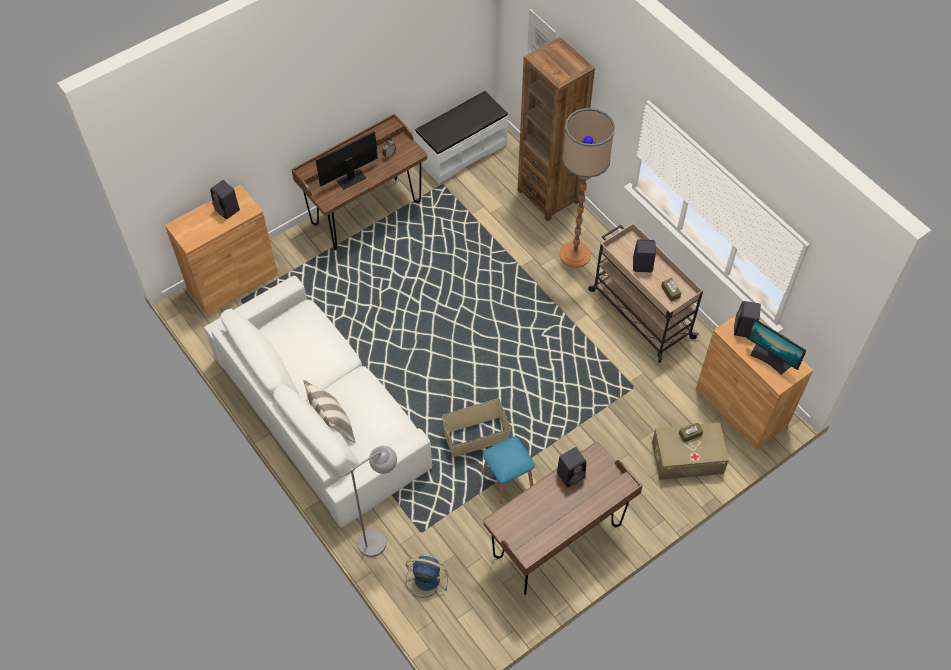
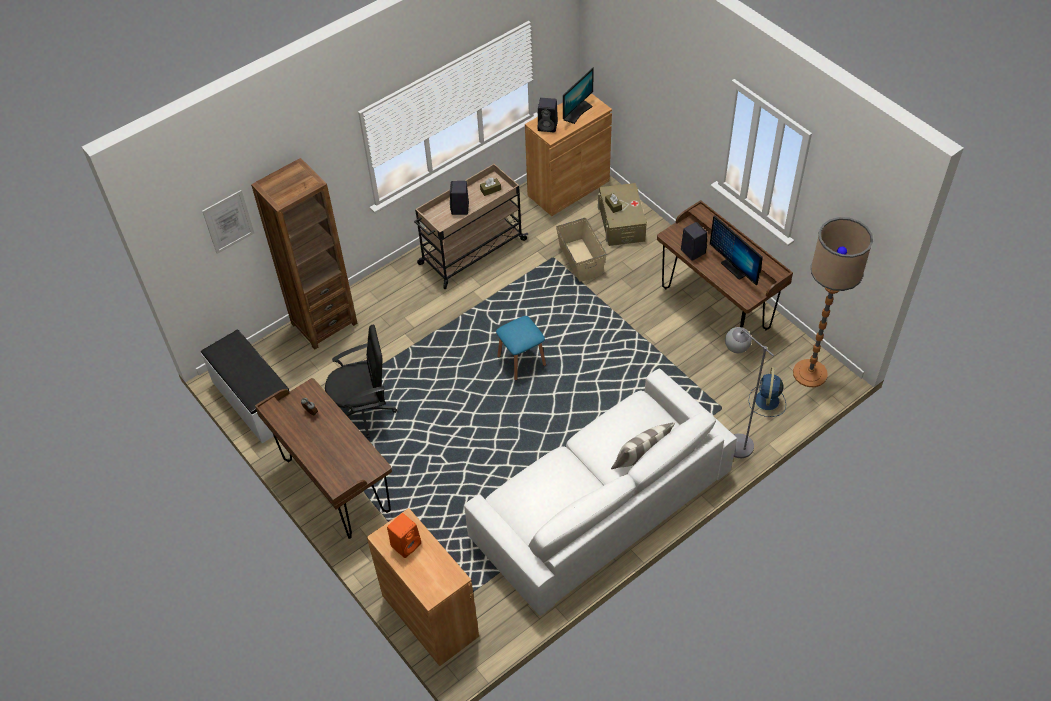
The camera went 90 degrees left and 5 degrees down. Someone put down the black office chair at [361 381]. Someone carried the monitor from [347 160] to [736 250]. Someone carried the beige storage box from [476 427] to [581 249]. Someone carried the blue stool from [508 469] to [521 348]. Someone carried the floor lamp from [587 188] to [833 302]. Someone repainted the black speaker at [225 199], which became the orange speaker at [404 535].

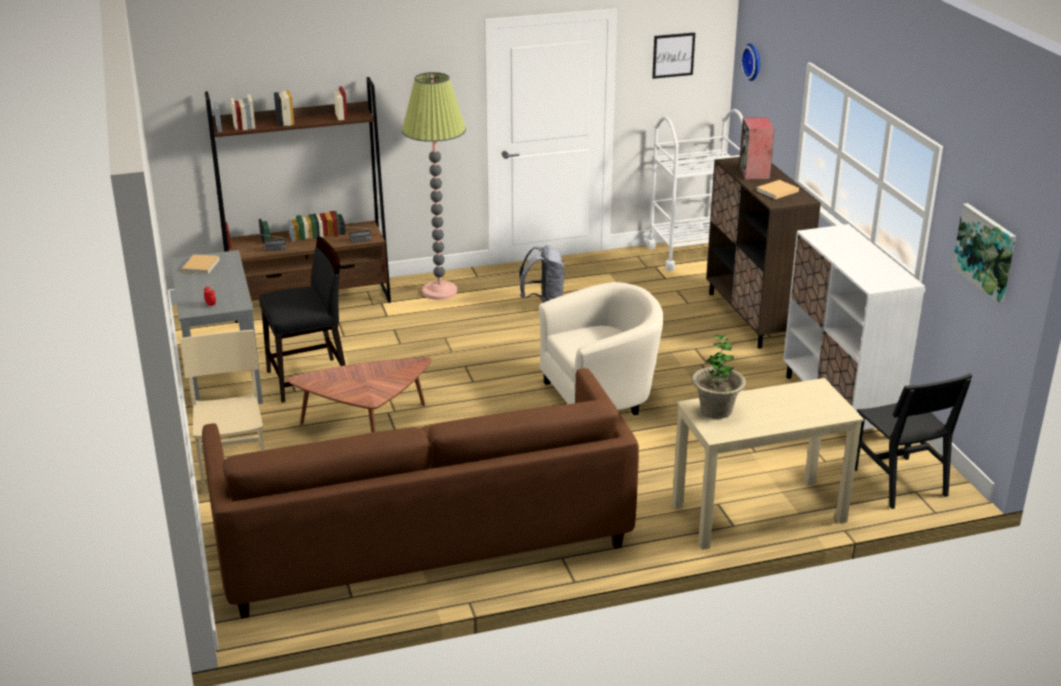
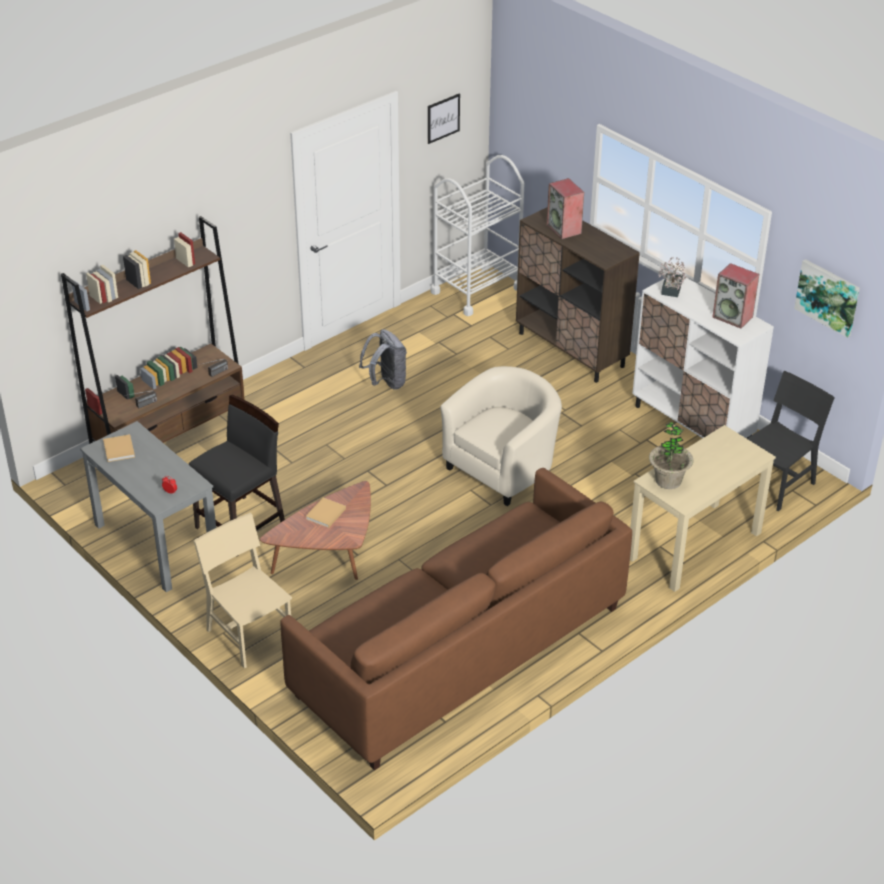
The camera went 25 degrees left and 10 degrees up. Someone took away the floor lamp at [434 186]. Someone took away the wall clock at [750 62]. Someone put down the potted plant at [673 277]. Someone put down the speaker at [735 295]. Someone carried the beige book from [777 189] to [326 512]. Someone rotated the black chair at [914 441] by 90 degrees counterclockwise.

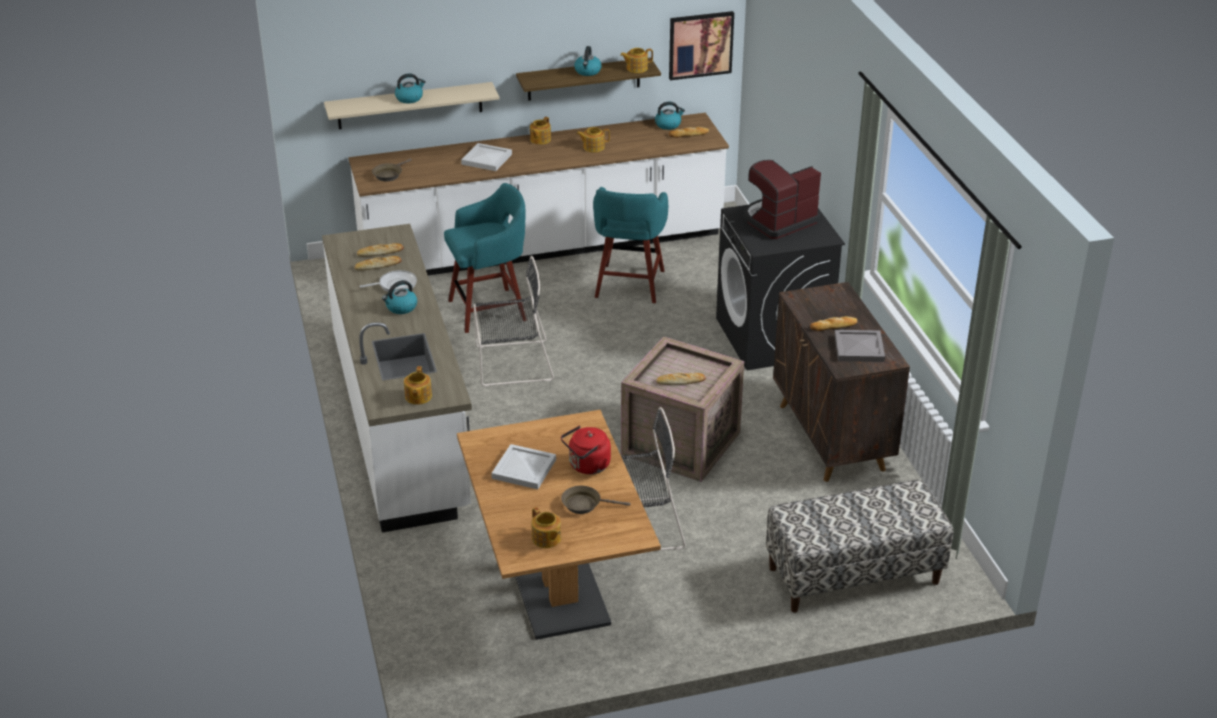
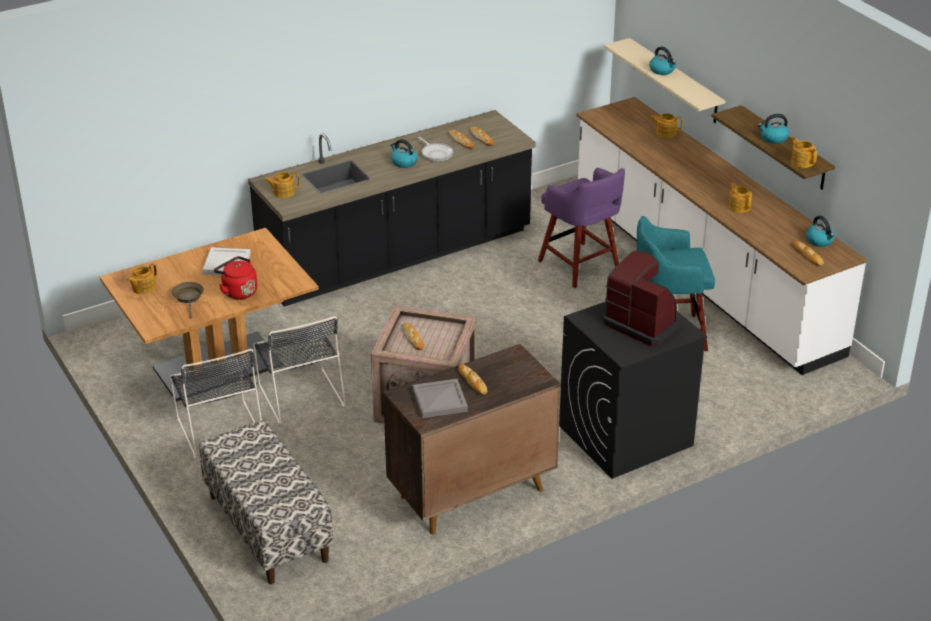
The camera went 75 degrees right and 0 degrees up. Someone took away the brown frying pan at [392 169]. Someone took away the white tray at [486 157]. Someone took away the picture at [701 45]. Someone carried the black chair from [514 321] to [216 404]. Someone carried the teapot from [540 131] to [666 125]. Someone repainted the white counter at [397 378], which became the black counter at [392 208]. Someone repainted the turquoise stool at [485 258], which became the purple stool at [581 228].

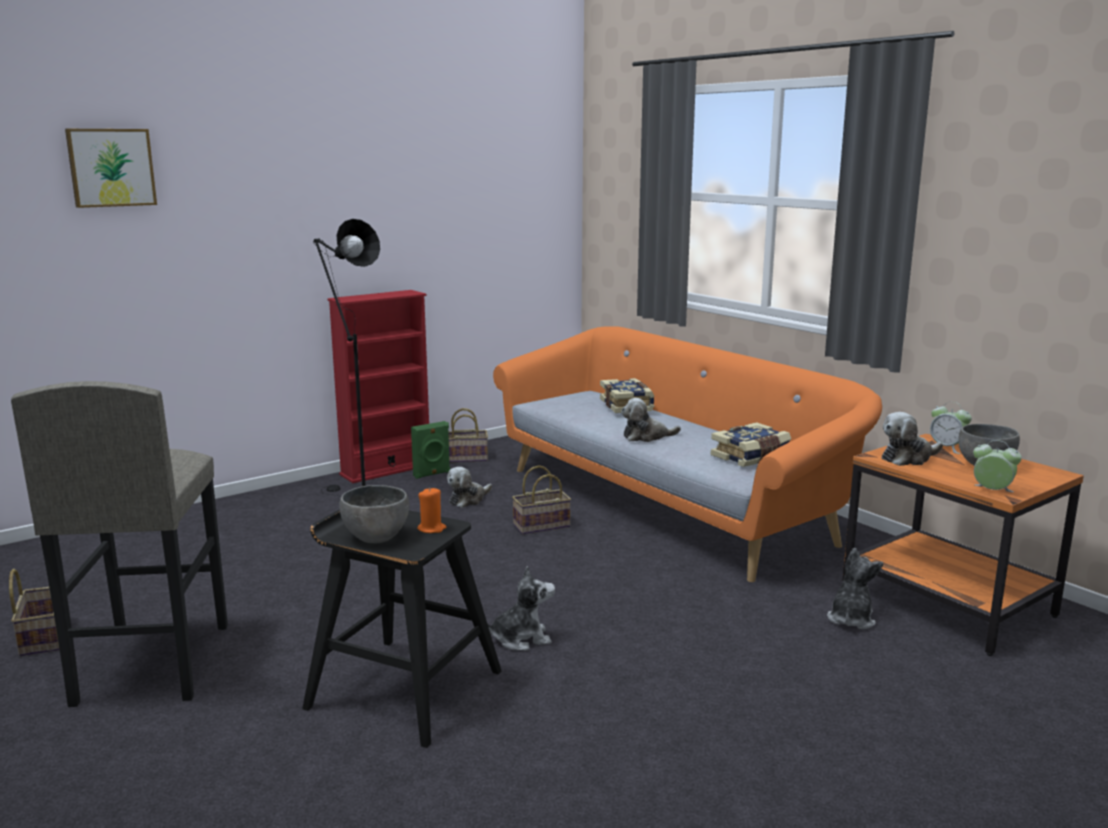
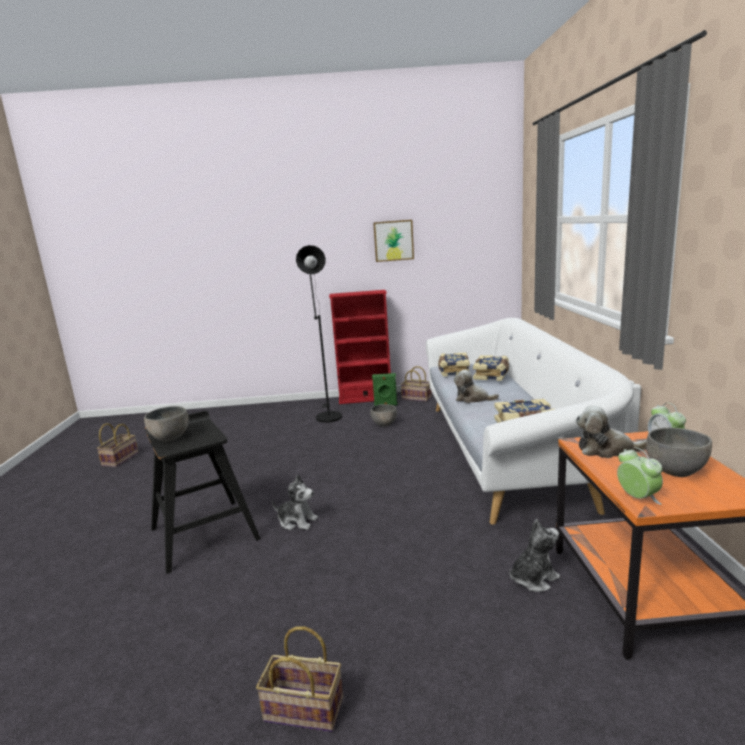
The camera went 35 degrees right and 0 degrees up. Someone took away the grey stool at [119 544]. Someone took away the orange candle at [431 510]. Someone put down the book at [454 365]. Someone carried the picture from [111 168] to [393 241]. Someone carried the basket from [541 500] to [299 679]. Someone swapped the plush toy at [469 487] for the grey bowl at [383 415]. Someone repainted the orange sofa at [687 454], which became the white sofa at [530 421].

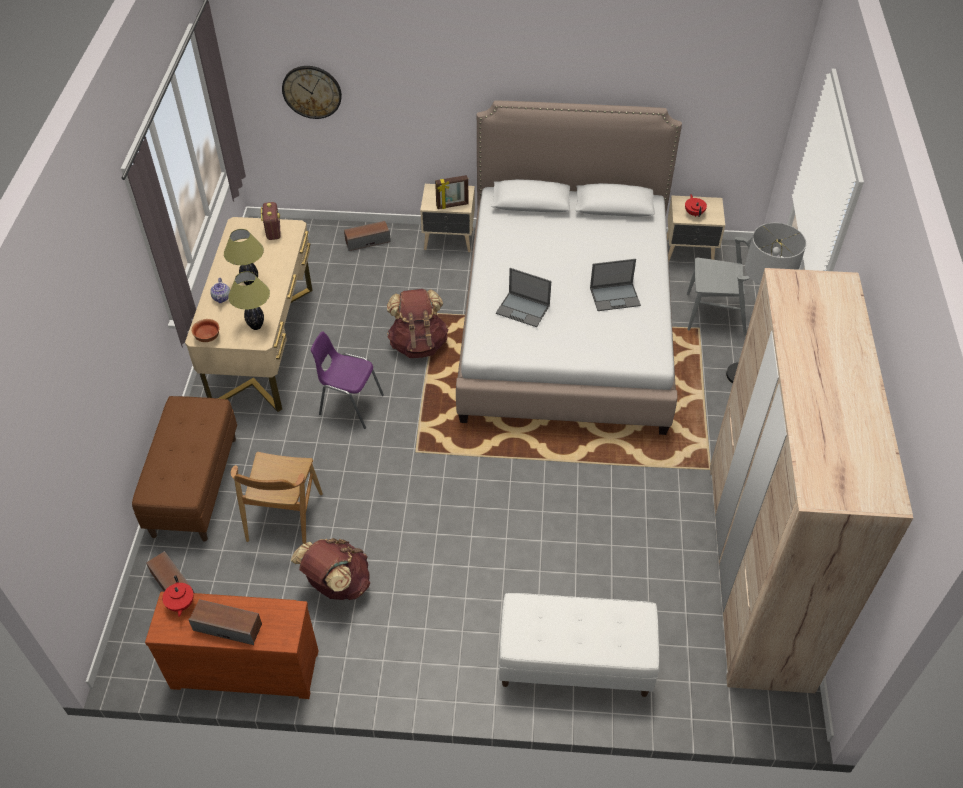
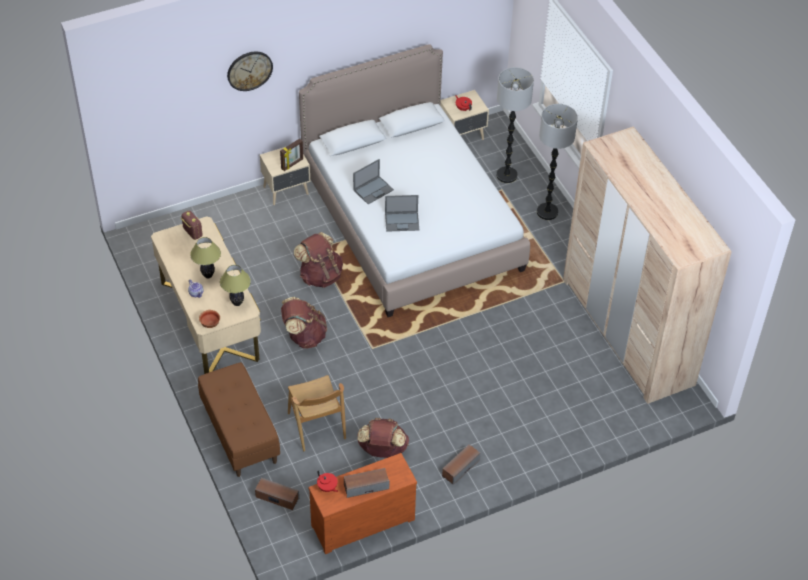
The camera went 30 degrees left and 0 degrees up. Someone took away the white bench at [579 645]. Someone carried the wall clock from [312 92] to [250 71]. Someone carried the speaker from [367 236] to [461 465]. Someone carried the laptop from [615 285] to [373 181]. Someone swapped the purple chair at [347 380] for the brown backpack at [304 322]. Someone swapped the grey chair at [719 286] for the floor lamp at [515 125].

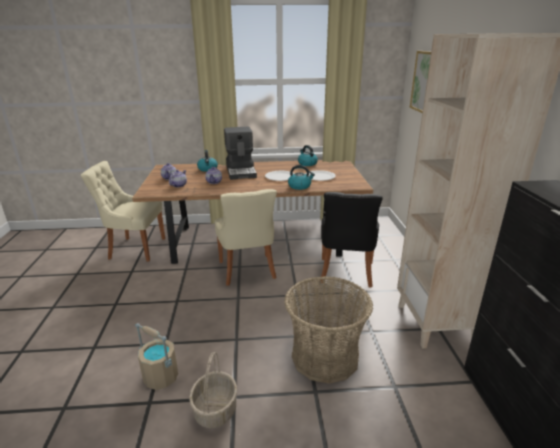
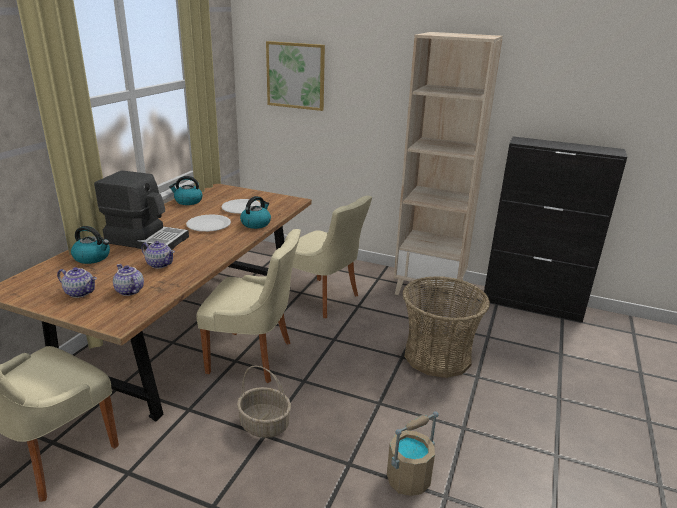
The camera went 65 degrees left and 0 degrees up. Someone carried the basket from [213 390] to [264 401]. Someone repainted the black chair at [351 240], which became the beige chair at [332 257].

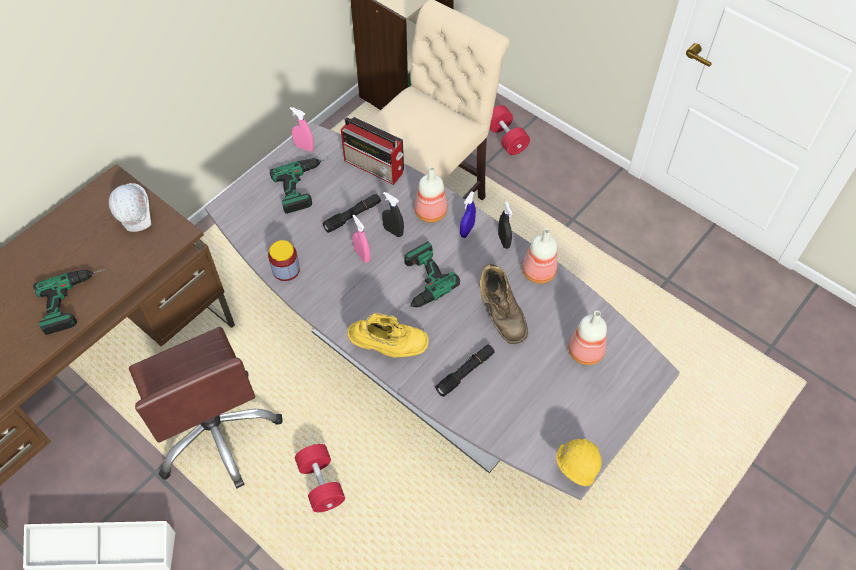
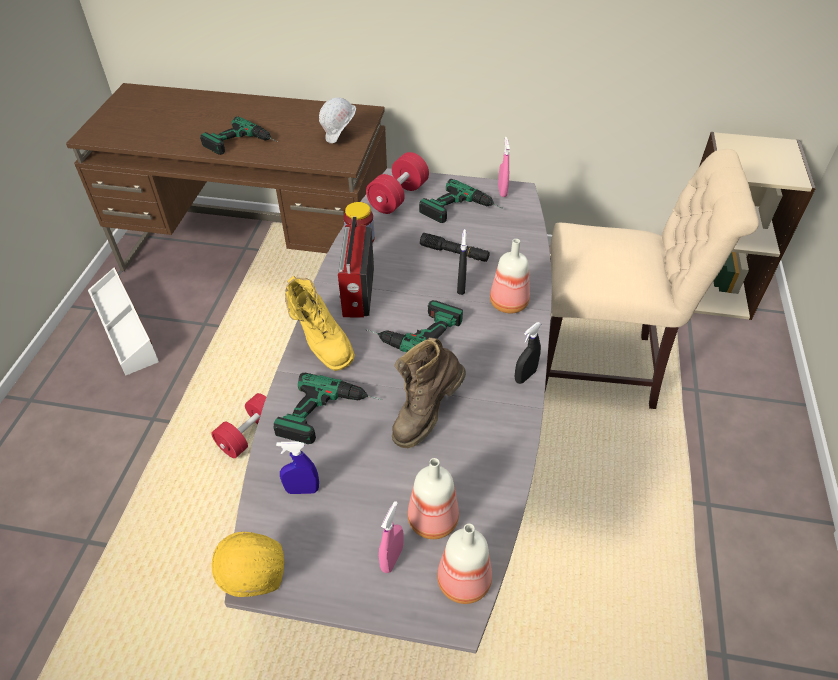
The camera went 60 degrees right and 10 degrees down. Someone took away the brown office chair at [206 407]. Someone carried the radio from [372 151] to [356 267]. Someone carried the pink spray bottle from [361 239] to [391 537]. Someone carried the blue spray bottle from [468 214] to [297 468]. Someone carried the red dumbbell from [510 130] to [397 183]. Someone carried the bottle from [539 256] to [464 564]. Someone swapped the black flashlight at [465 371] for the power drill at [328 408].

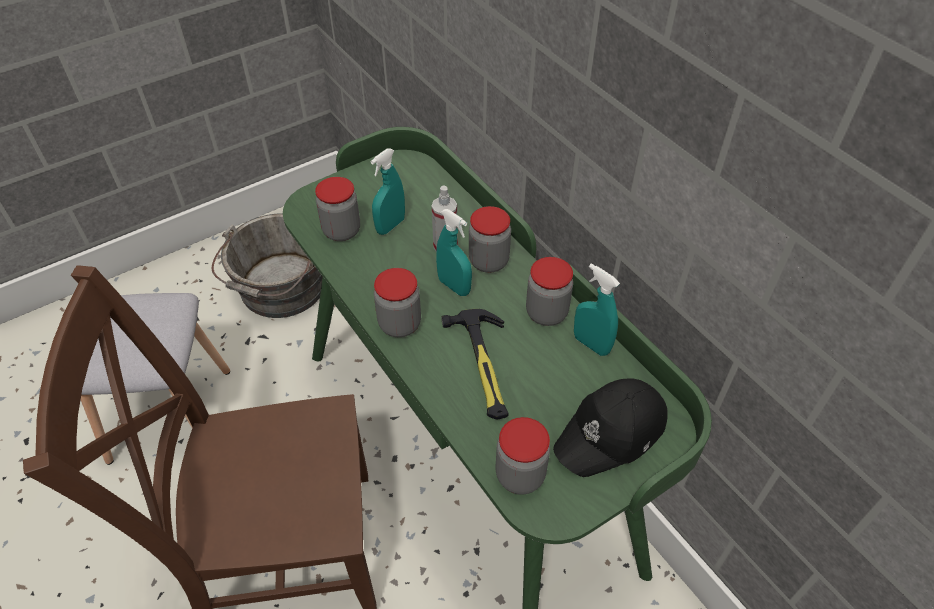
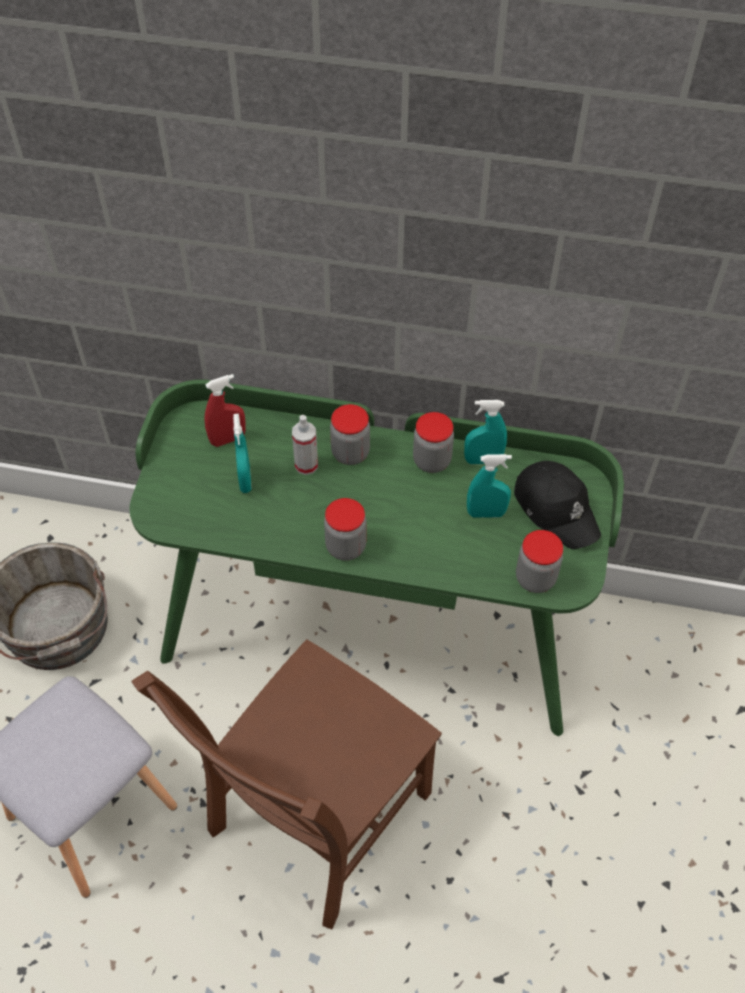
The camera went 45 degrees left and 5 degrees up. Someone took away the jar at [337 209]. Someone took away the hammer at [475 364]. Someone put down the red spray bottle at [225 410]. Someone carried the turquoise spray bottle from [454 252] to [489 485]. Someone rotated the black cap at [610 427] by 45 degrees counterclockwise.

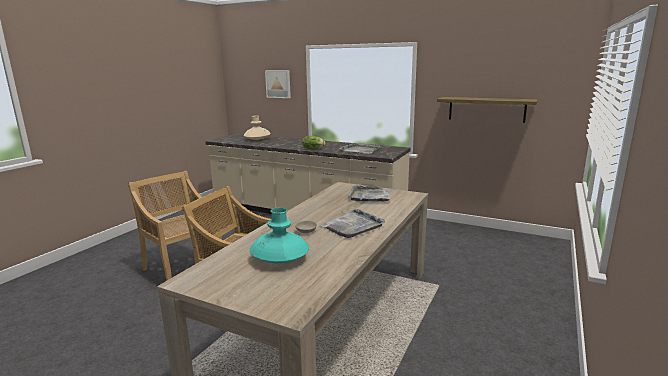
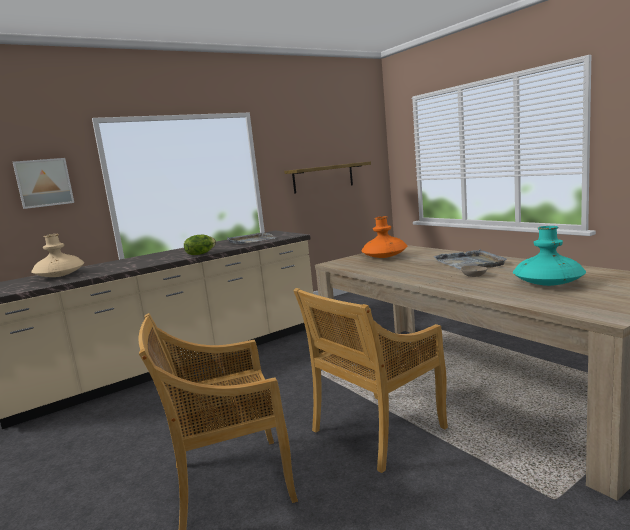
The camera went 60 degrees left and 5 degrees down. Someone swapped the grey tray at [369 193] for the orange vase at [384 237].

